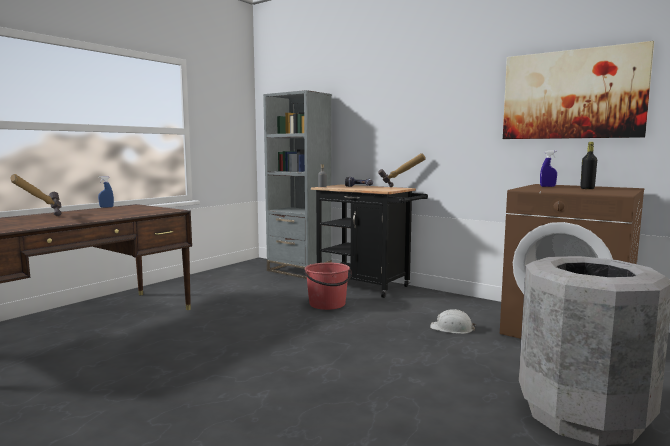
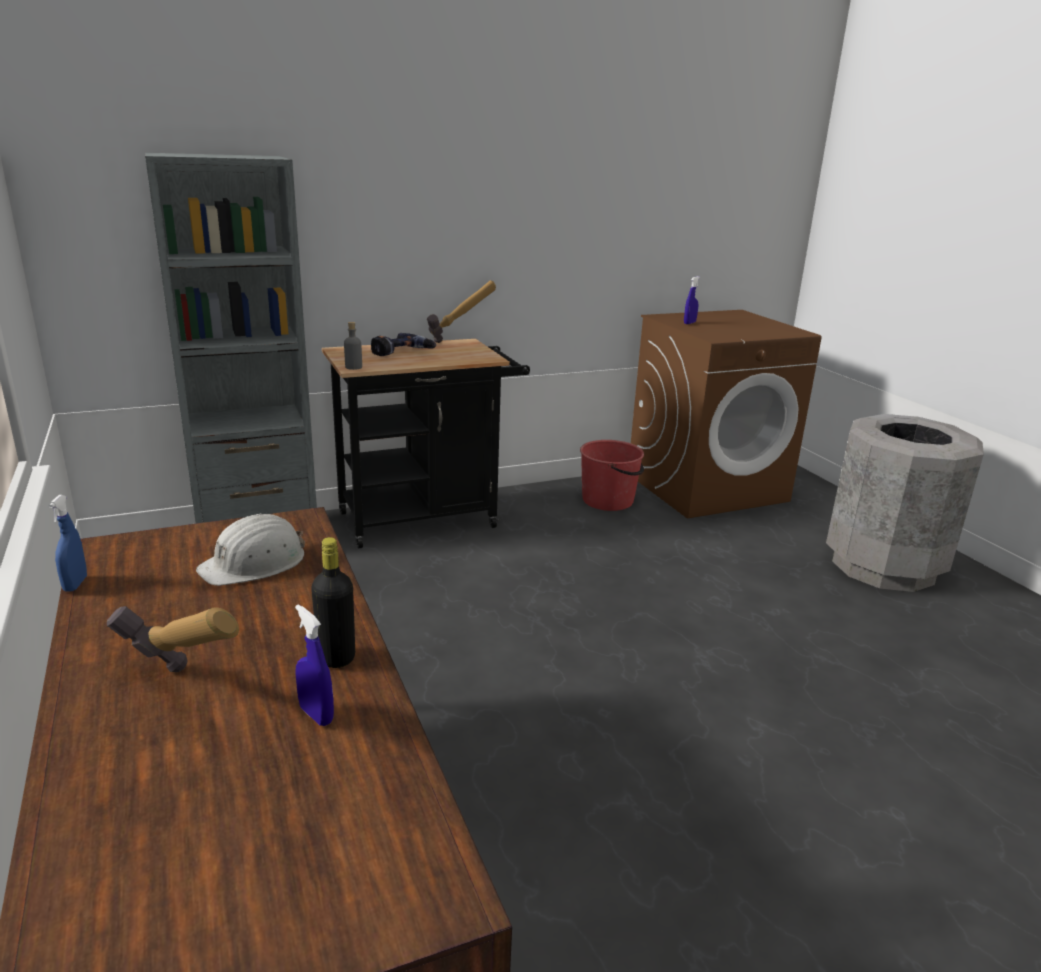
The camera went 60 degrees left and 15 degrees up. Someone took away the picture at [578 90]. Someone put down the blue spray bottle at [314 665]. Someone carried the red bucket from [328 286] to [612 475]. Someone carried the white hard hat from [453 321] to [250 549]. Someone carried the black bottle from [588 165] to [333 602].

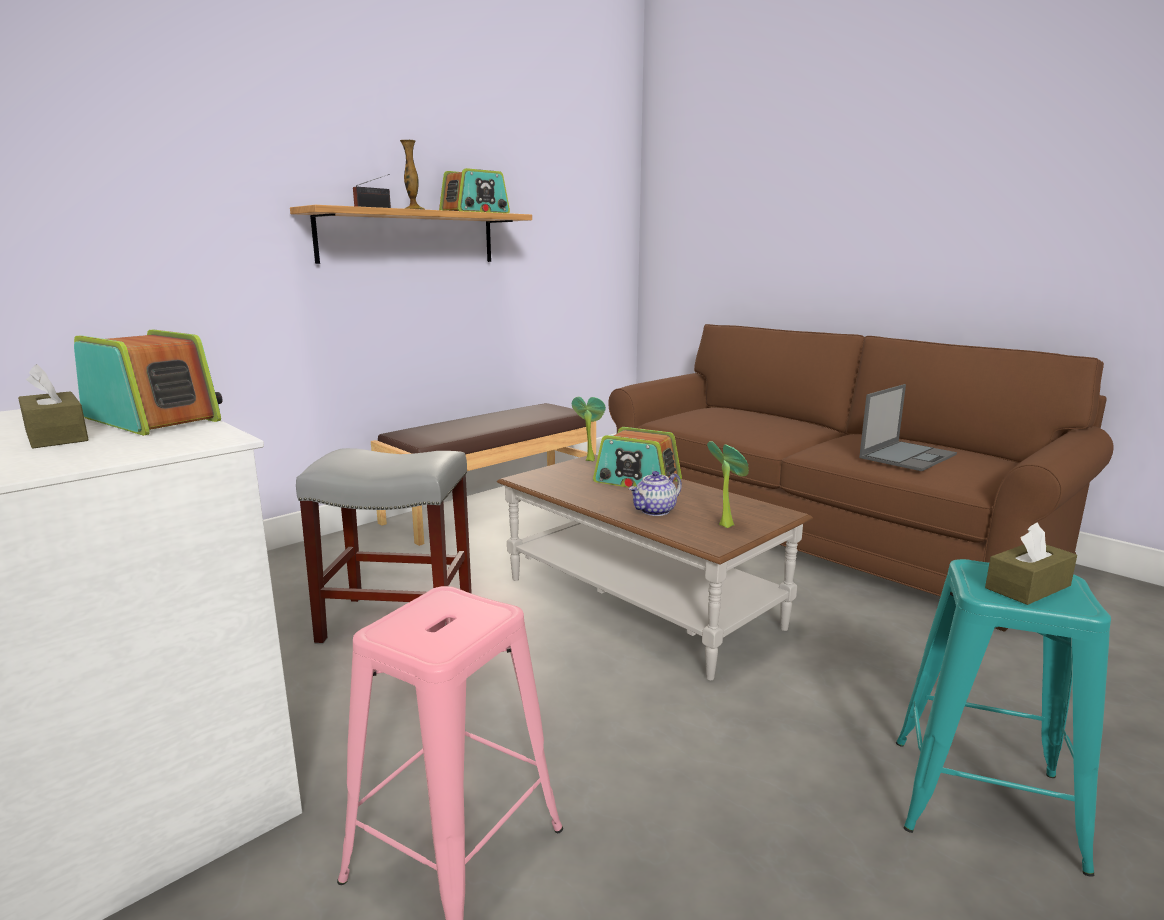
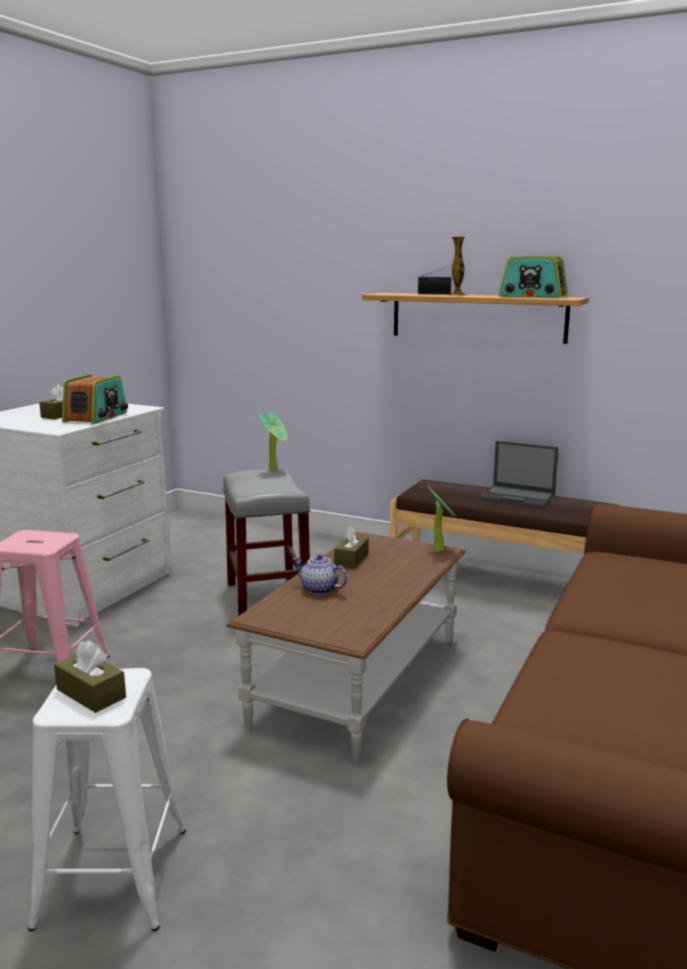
The camera went 70 degrees right and 0 degrees up. Someone took away the radio at [637 457]. Someone put down the brown tissue box at [351 547]. Someone carried the potted plant from [728 484] to [273 441]. Someone carried the laptop from [908 427] to [519 474]. Someone repainted the turquoise stool at [1003 718], which became the white stool at [107 799].

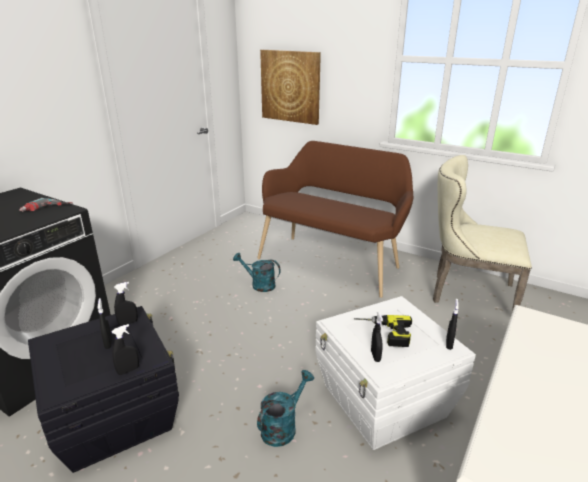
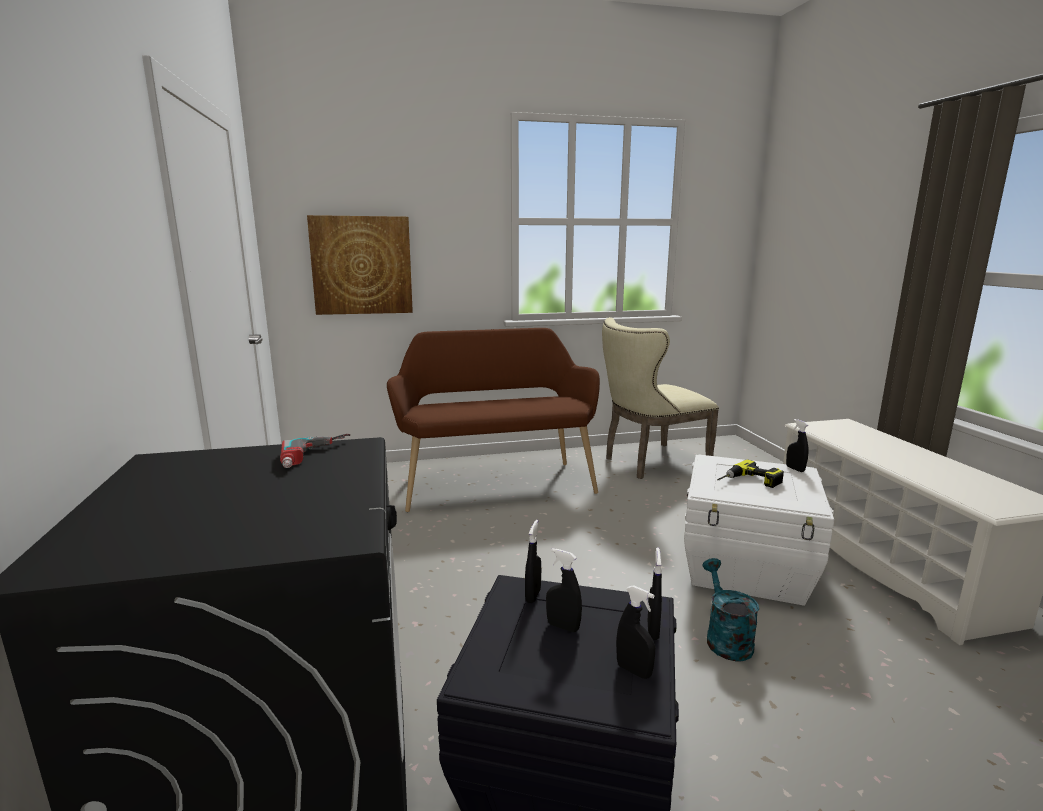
The camera went 45 degrees left and 10 degrees down. Someone took away the turquoise watering can at [257 272]. Someone carried the black spray bottle from [377 337] to [635 632].

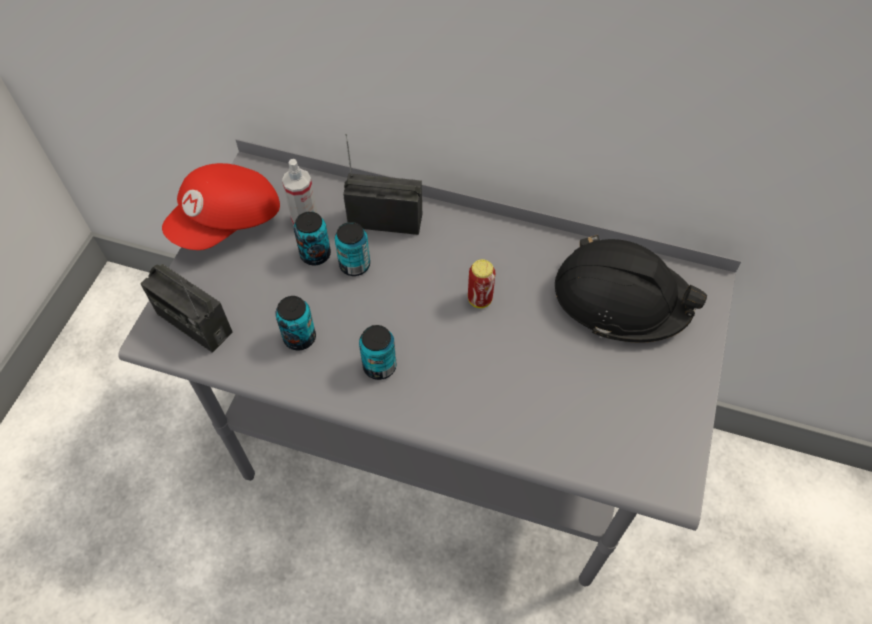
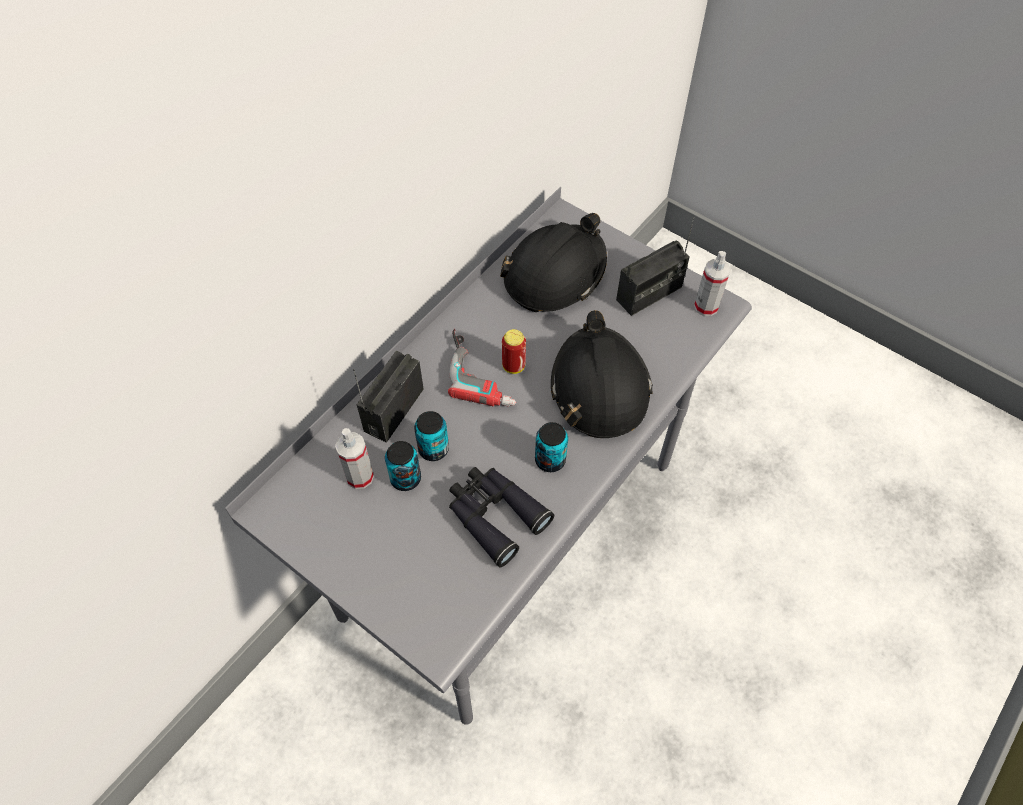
The camera went 70 degrees left and 0 degrees up. Someone took away the red cap at [221 206]. Someone put down the power drill at [482 368]. Someone put down the black hard hat at [602 374]. Someone put down the spray bottle at [712 283]. Someone carried the radio from [186 308] to [655 266]. Someone swapped the can at [295 323] for the black binoculars at [502 517].

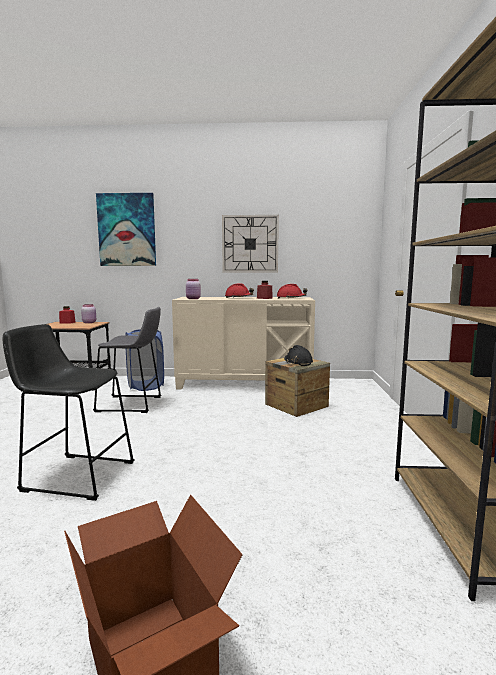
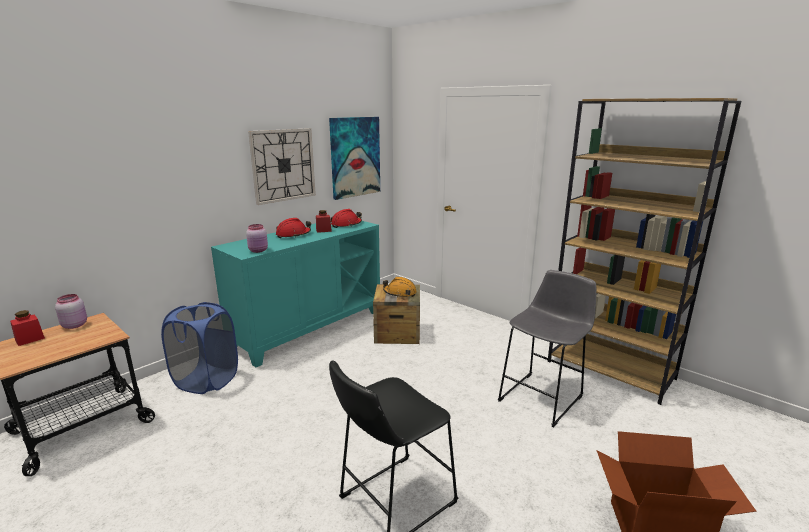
The camera went 50 degrees left and 10 degrees up. Someone carried the grey stool from [127 360] to [547 349]. Someone carried the picture from [126 229] to [354 158]. Someone repainted the beige cabinet at [243 343], which became the turquoise cabinet at [295 293]. Someone repainted the black hard hat at [298 355], which became the orange hard hat at [400 287].

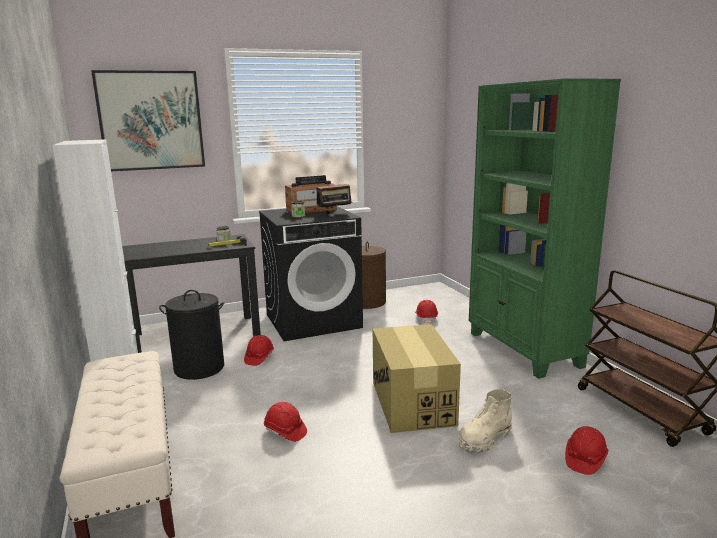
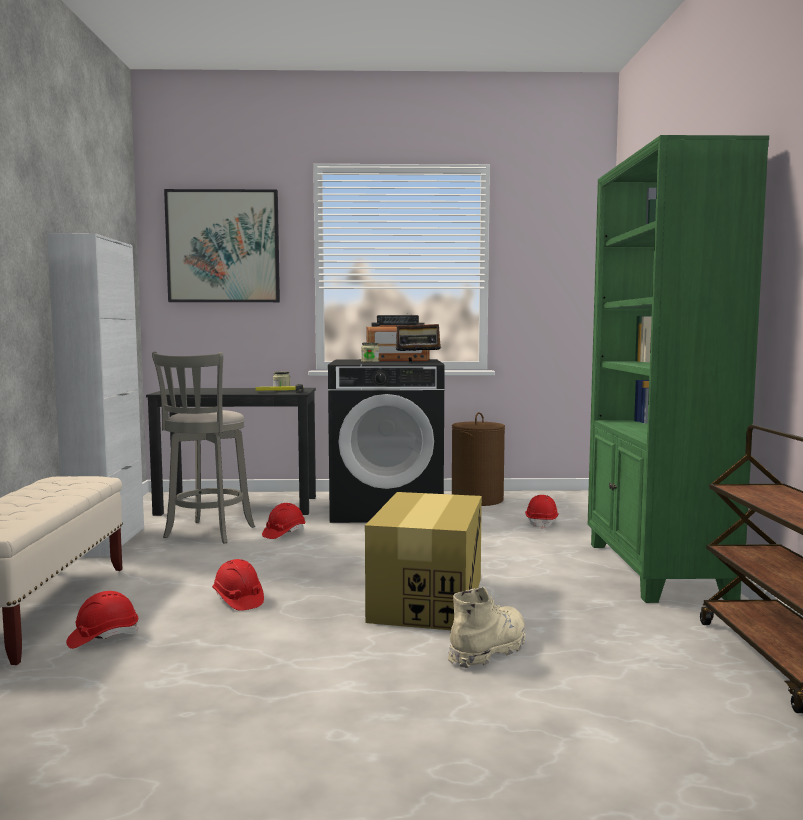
The camera went 20 degrees right and 10 degrees down. Someone carried the red hard hat from [586 450] to [102 620]. Someone swapped the black laundry basket at [191 335] for the grey stool at [203 447]. Someone rotated the beige boot at [485 421] by 150 degrees clockwise.

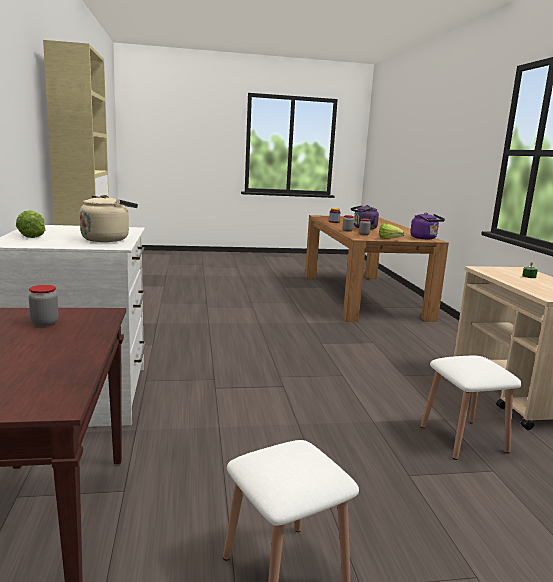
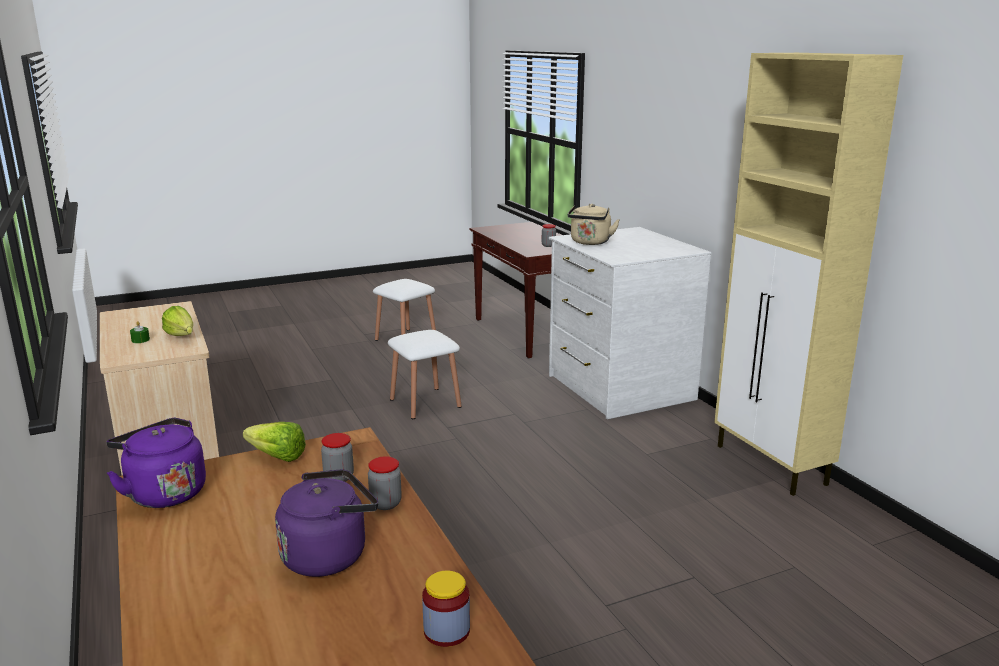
The camera went 165 degrees right and 5 degrees up. Someone carried the lettuce from [30 224] to [177 321]. Someone carried the white stool from [471 408] to [425 374].

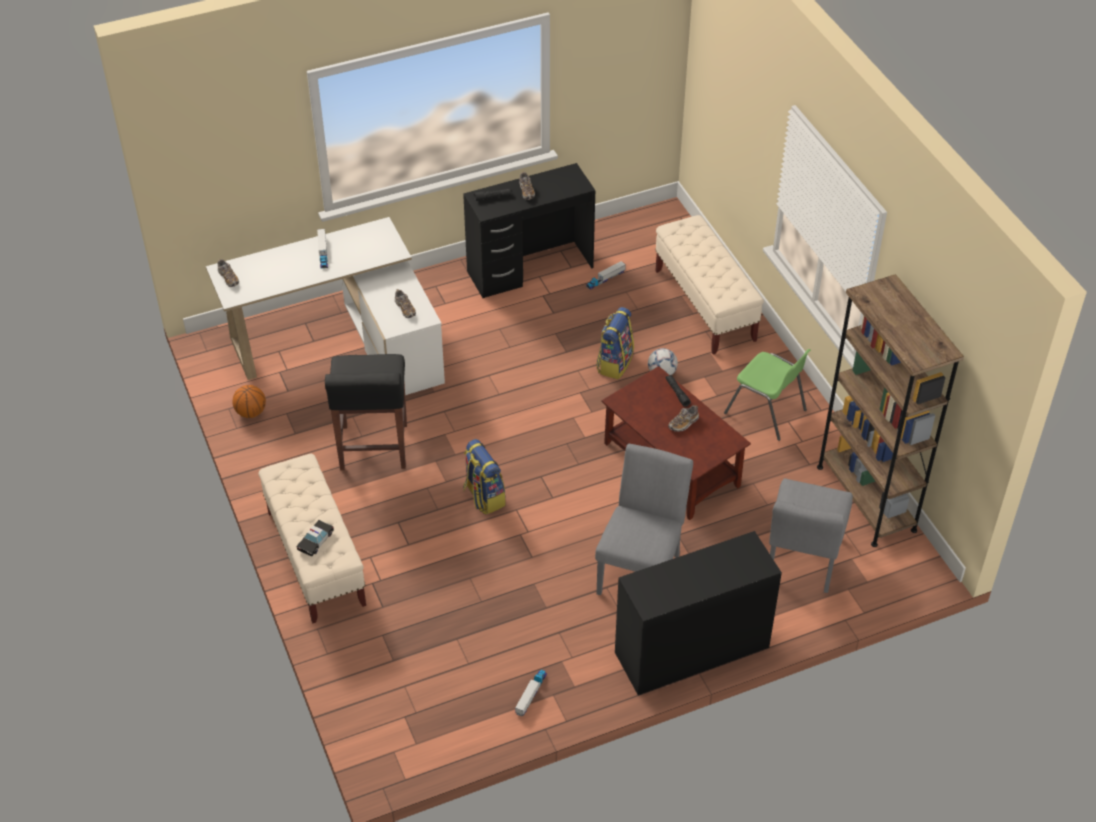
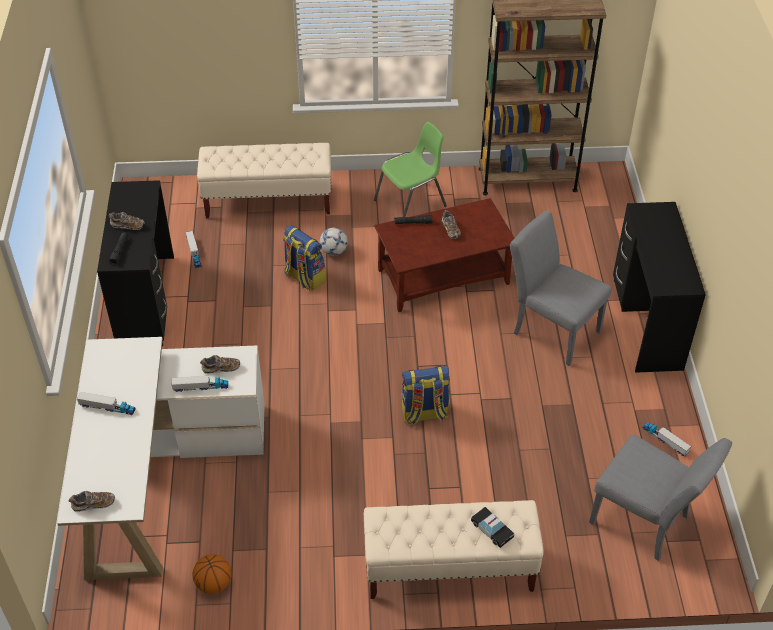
The camera went 70 degrees left and 0 degrees up. Someone took away the black stool at [366 412]. Someone put down the toy truck at [200 384]. Someone carried the grey chair from [811 536] to [660 497].

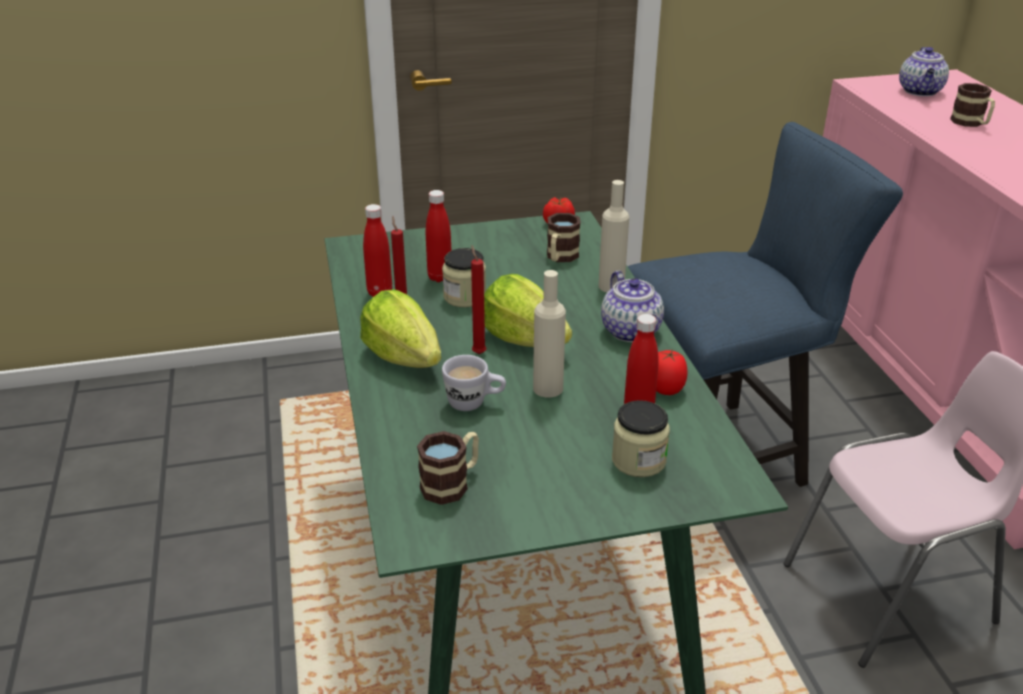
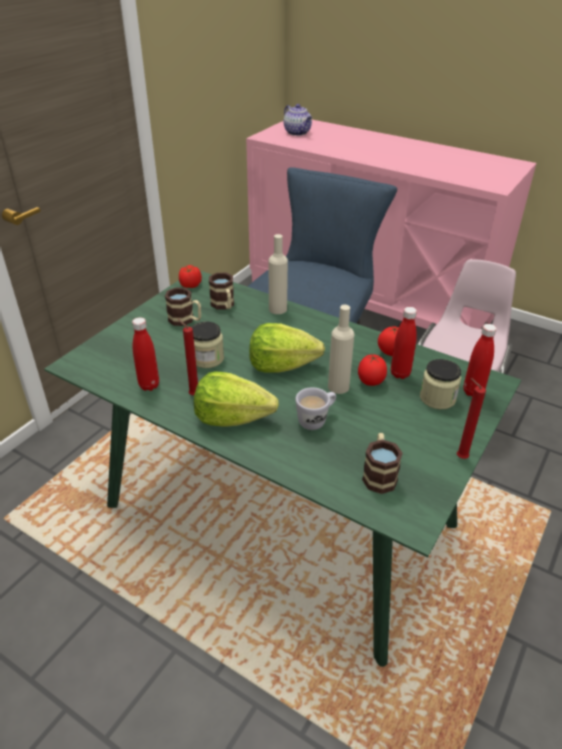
The camera went 45 degrees left and 5 degrees up. Someone took away the teapot at [632 306]. Someone put down the tomato at [372 370]. Someone carried the red bottle from [439 236] to [480 360]. Someone carried the red candle from [478 299] to [471 418]. Someone carried the mug from [972 105] to [183 306].

